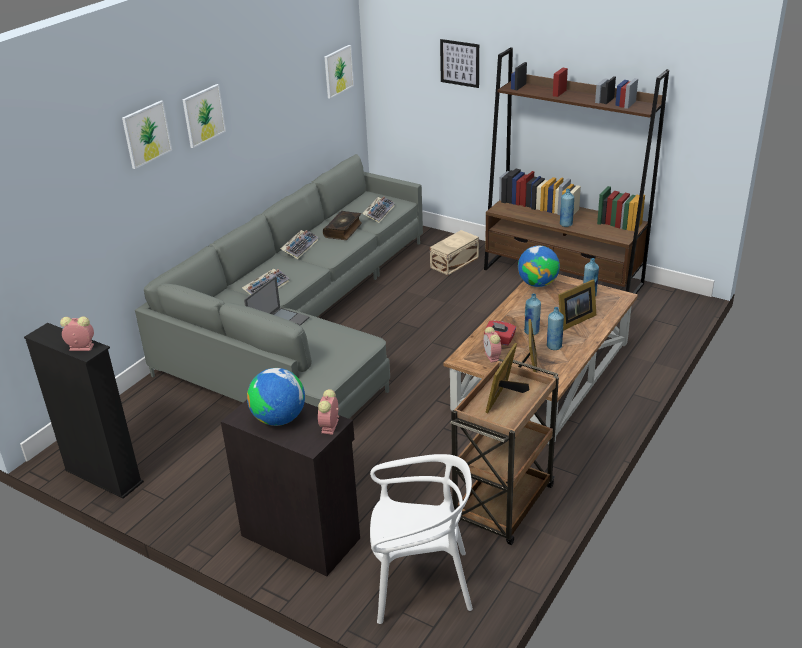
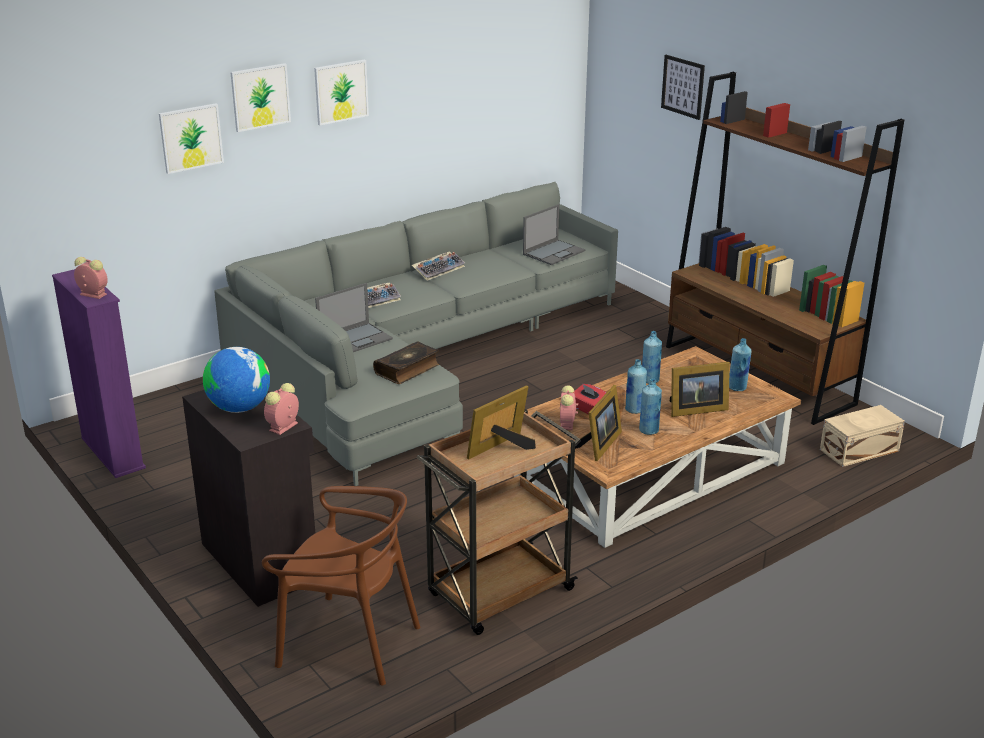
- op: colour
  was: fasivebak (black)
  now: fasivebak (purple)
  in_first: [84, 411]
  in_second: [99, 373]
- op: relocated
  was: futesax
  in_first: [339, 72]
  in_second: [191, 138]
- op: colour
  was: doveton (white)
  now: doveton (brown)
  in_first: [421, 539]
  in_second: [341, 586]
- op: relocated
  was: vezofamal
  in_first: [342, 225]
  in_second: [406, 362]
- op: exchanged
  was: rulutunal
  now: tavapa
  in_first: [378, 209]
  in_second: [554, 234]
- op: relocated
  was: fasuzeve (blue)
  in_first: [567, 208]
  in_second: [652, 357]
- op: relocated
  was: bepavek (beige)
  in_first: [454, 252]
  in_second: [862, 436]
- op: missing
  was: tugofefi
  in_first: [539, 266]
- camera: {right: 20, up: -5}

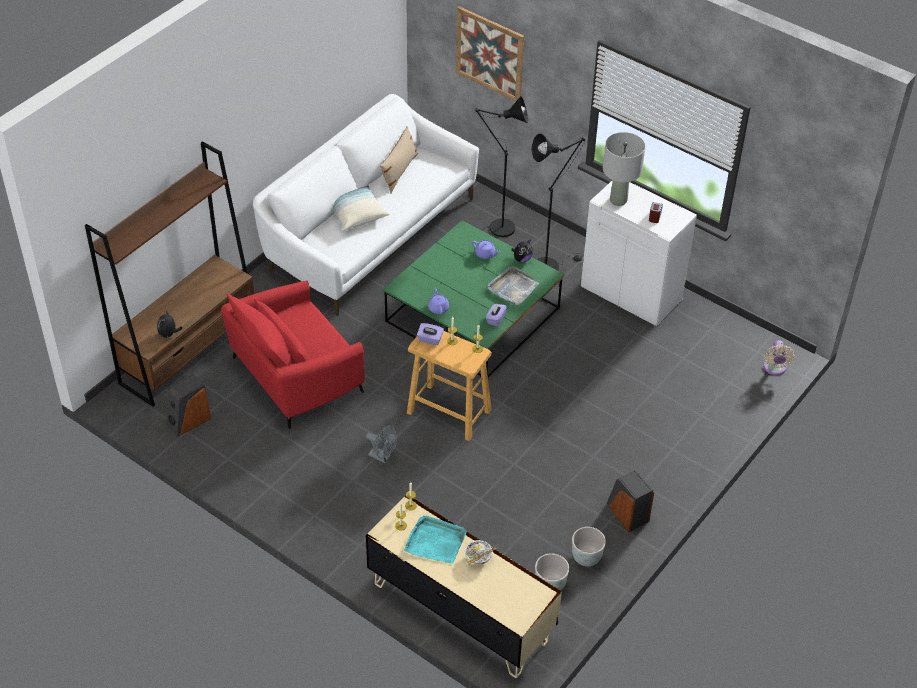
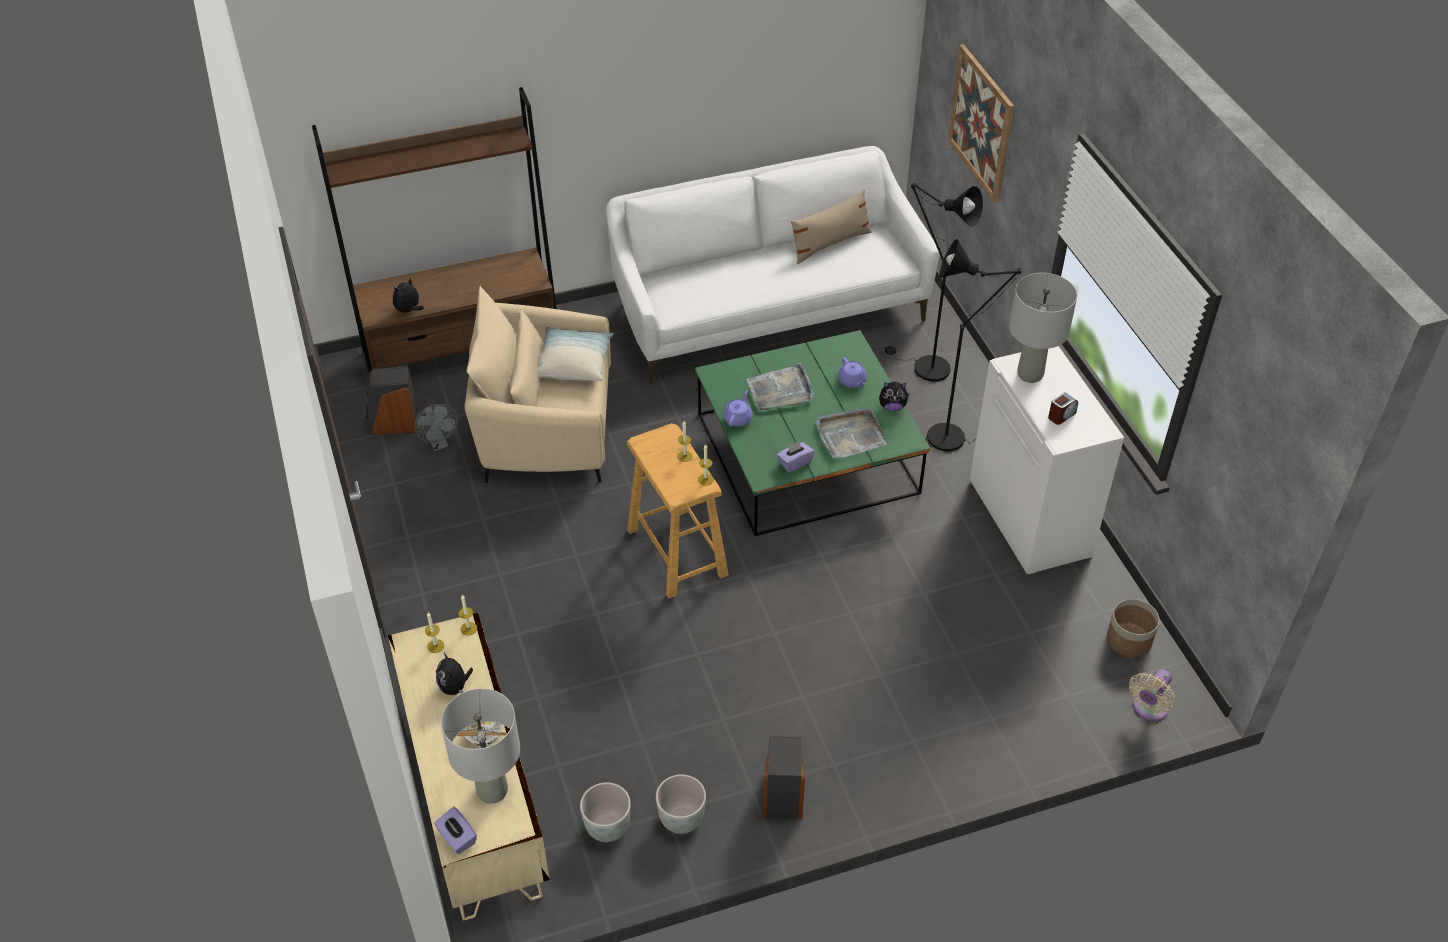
- op: relocated
  was: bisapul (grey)
  in_first: [381, 444]
  in_second: [436, 427]
- op: relocated
  was: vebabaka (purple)
  in_first: [430, 334]
  in_second: [455, 831]
- op: exchanged
  was: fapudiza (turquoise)
  now: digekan
  in_first: [435, 539]
  in_second: [454, 674]
- op: appeared
  now: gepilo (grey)
  in_second: [480, 746]
- op: colour
  was: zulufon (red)
  now: zulufon (beige)
  in_first: [293, 355]
  in_second: [538, 385]
- op: relocated
  was: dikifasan
  in_first: [361, 208]
  in_second: [575, 354]
- op: appeared
  now: fapudiza (grey)
  in_second: [780, 386]
- op: appeared
  now: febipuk
  in_second: [1133, 628]
- camera: {right: 35, up: 0}

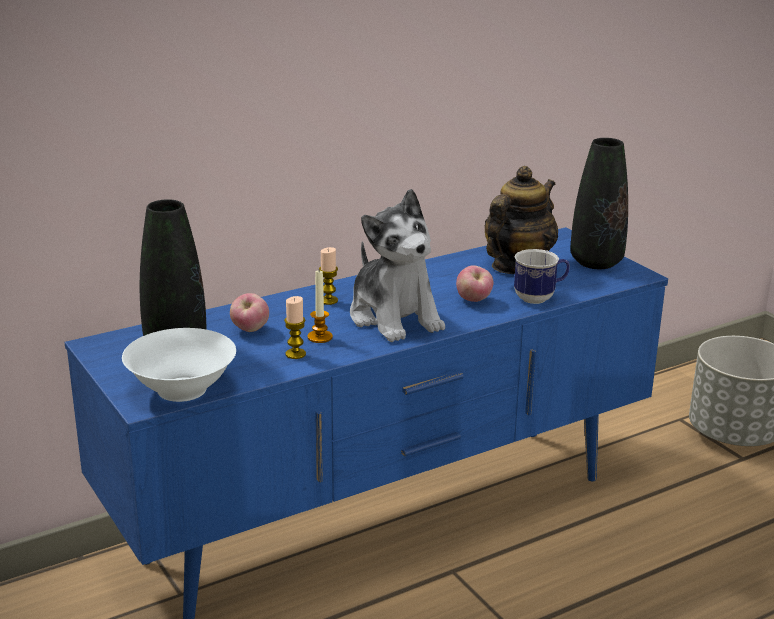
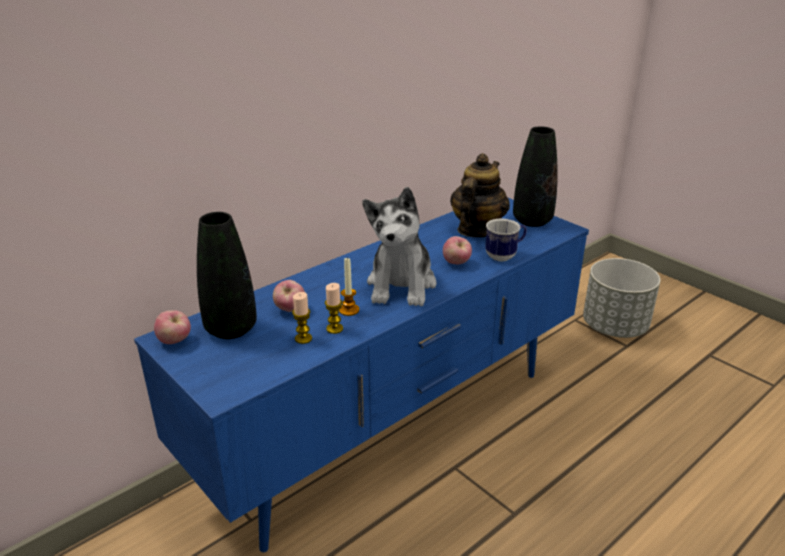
- op: appeared
  now: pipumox
  in_second: [172, 327]
- op: relocated
  was: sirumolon
  in_first: [328, 276]
  in_second: [302, 318]
- op: spun
  was: digekan
  in_first: [397, 265]
  in_second: [400, 246]
  clockwise: 45
- op: missing
  was: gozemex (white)
  in_first: [179, 365]
- camera: {right: -10, up: 5}

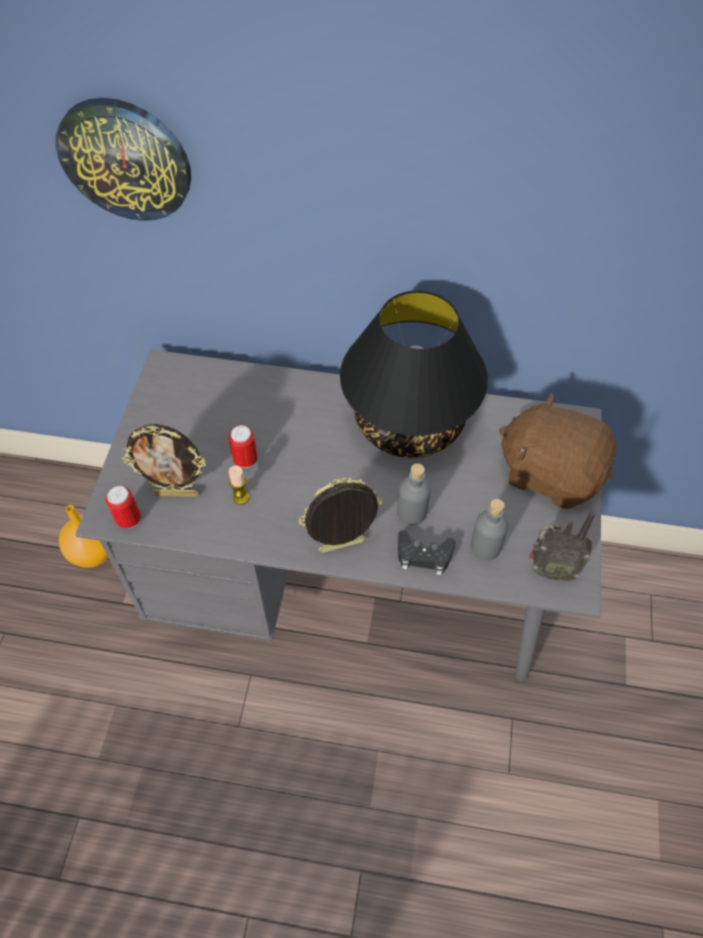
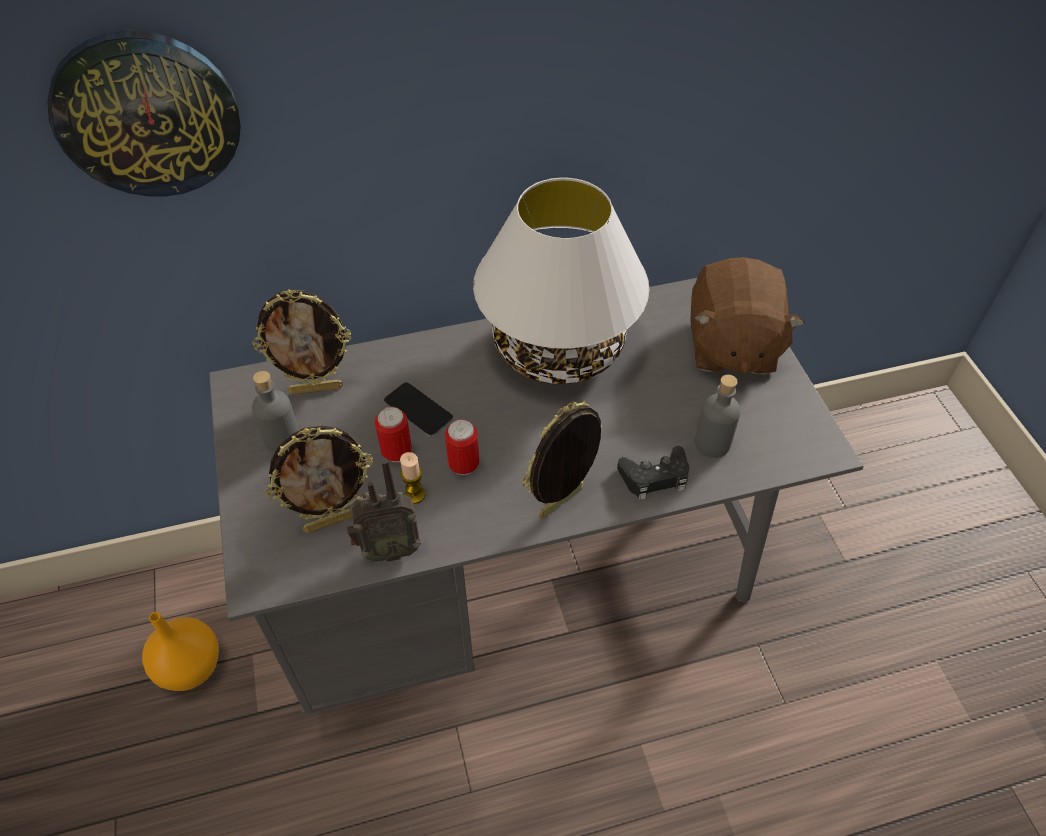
- op: appeared
  now: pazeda
  in_second: [301, 342]
- op: relocated
  was: fasuzeve (grey)
  in_first: [414, 494]
  in_second: [275, 412]
- op: relocated
  was: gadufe
  in_first: [562, 546]
  in_second: [384, 510]
- op: appeared
  now: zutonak
  in_second: [418, 409]
- op: relocated
  was: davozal
  in_first: [123, 507]
  in_second: [462, 447]
- op: colour
  was: gepilo (black)
  now: gepilo (white)
  in_first: [414, 374]
  in_second: [561, 281]
- op: spun
  was: digekan (brown)
  in_first: [557, 451]
  in_second: [747, 315]
  clockwise: -90
- camera: {right: -25, up: -5}

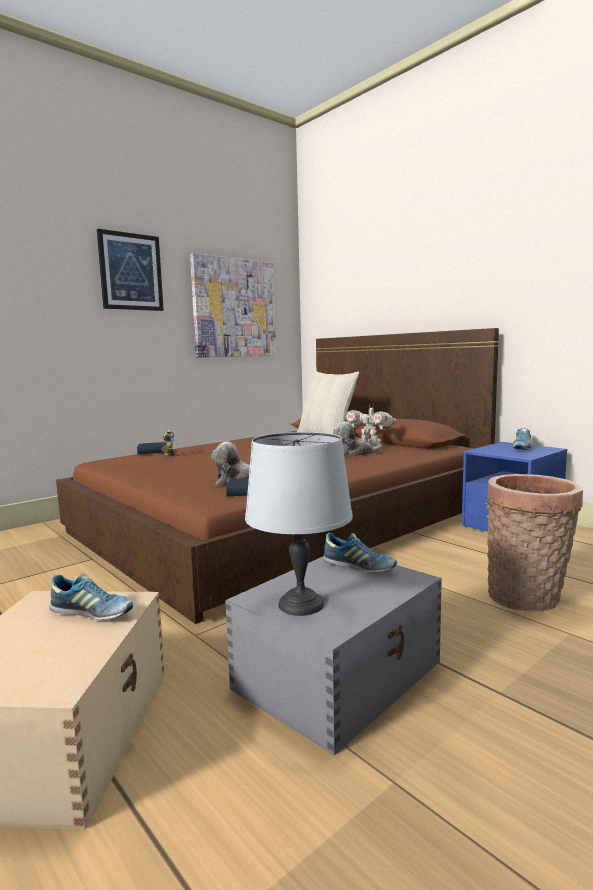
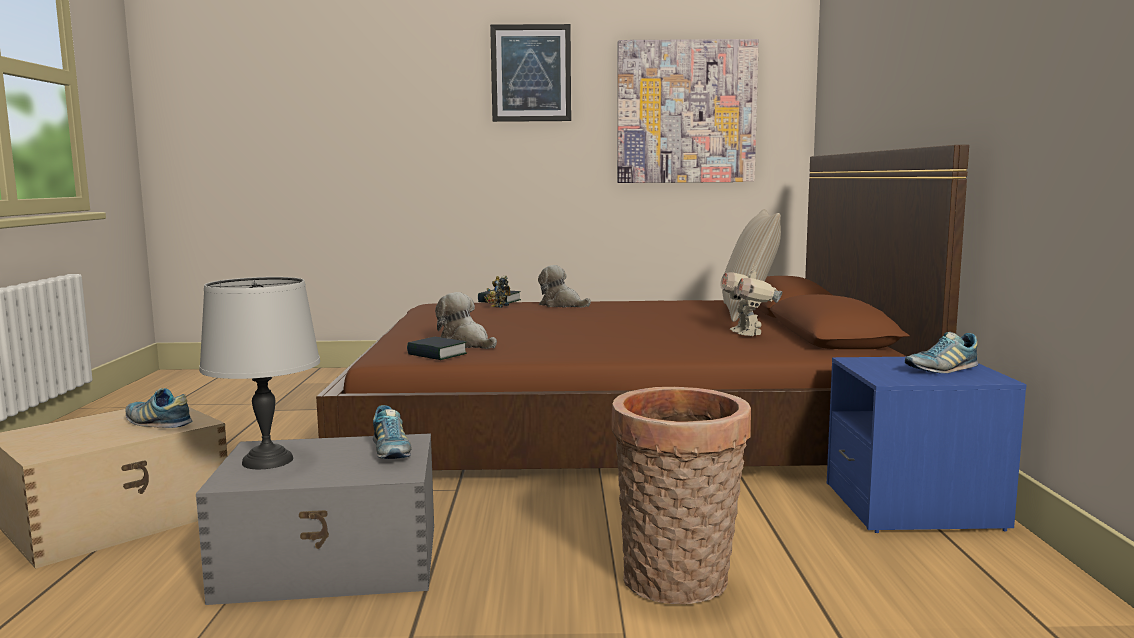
- op: spun
  was: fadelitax
  in_first: [91, 596]
  in_second: [159, 408]
  clockwise: 150
- op: relocated
  was: digekan
  in_first: [358, 438]
  in_second: [564, 286]
- camera: {right: 40, up: 0}

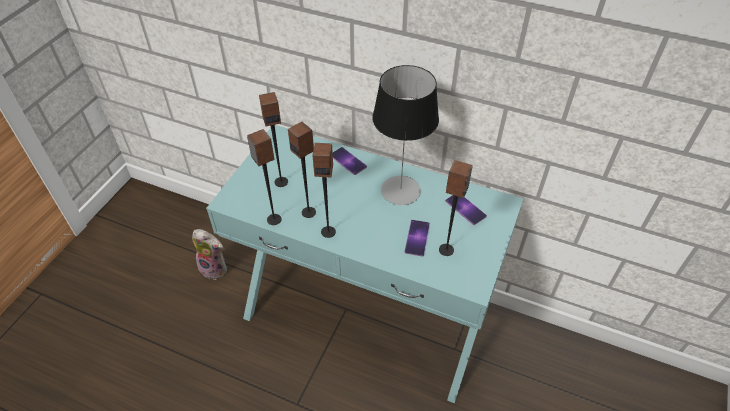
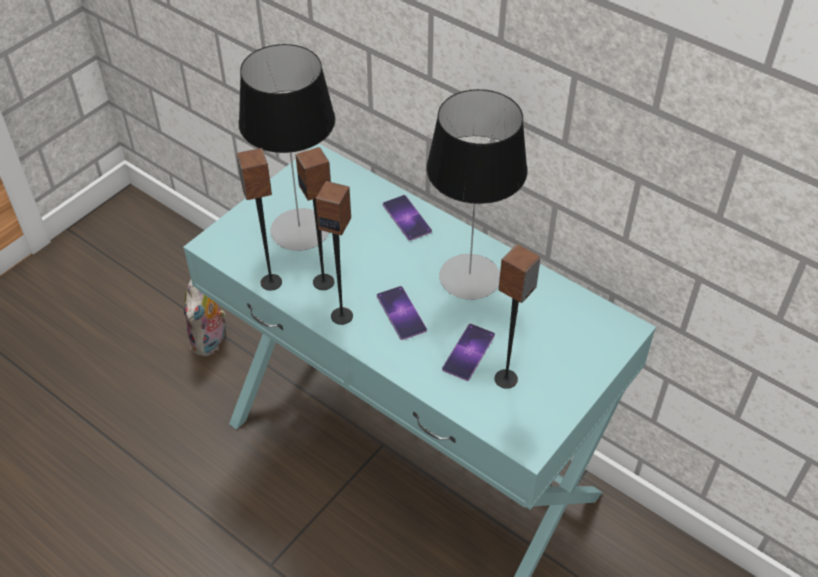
- op: spun
  was: digekan
  in_first: [209, 254]
  in_second: [205, 318]
  clockwise: 60
- op: exchanged
  was: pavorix
  now: gepilo
  in_first: [273, 139]
  in_second: [287, 147]
- op: relocated
  was: zutonak
  in_first: [466, 210]
  in_second: [402, 313]
- camera: {right: 15, up: 0}

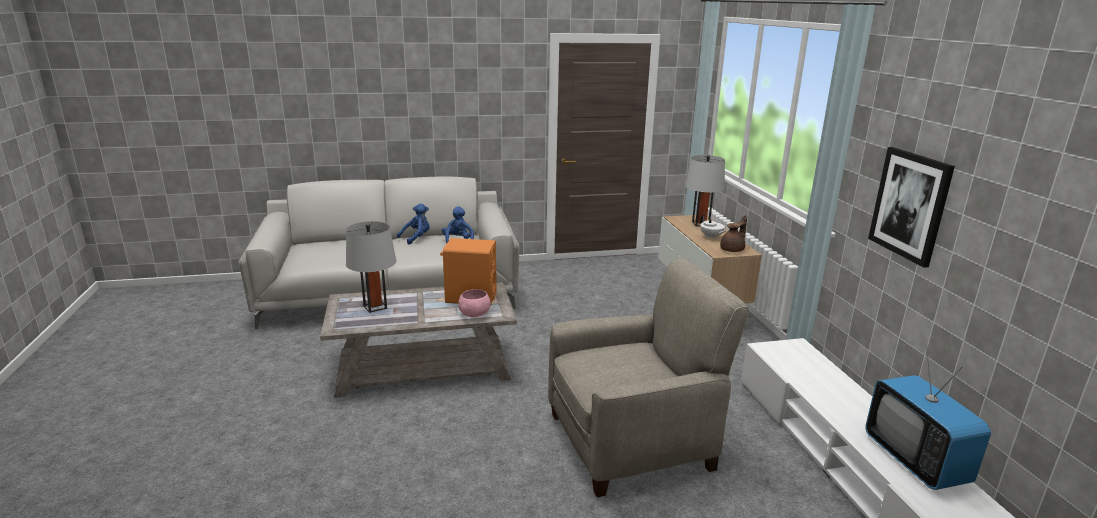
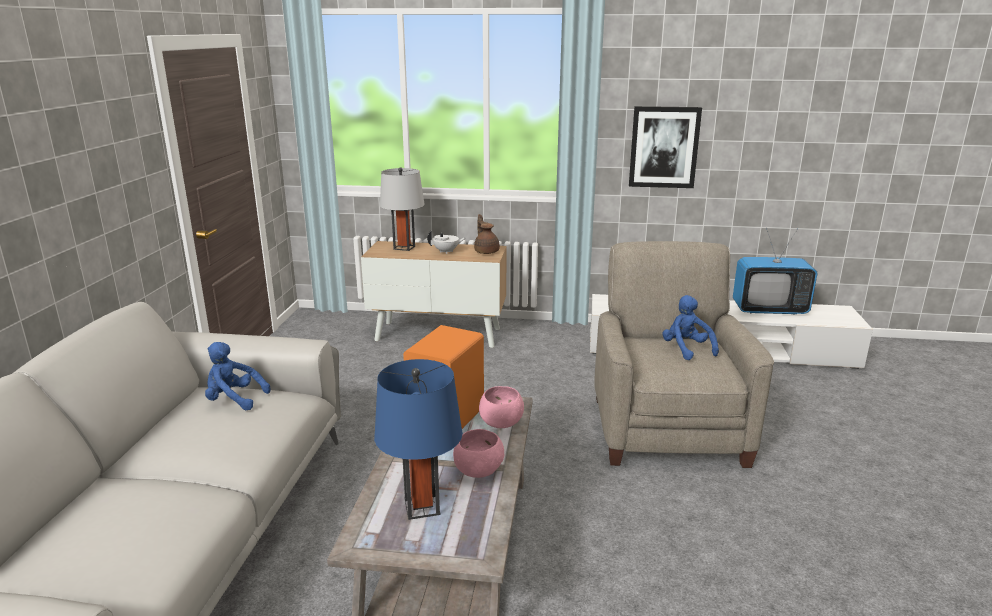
- op: colour
  was: gepilo (grey)
  now: gepilo (blue)
  in_first: [371, 267]
  in_second: [418, 439]
- op: appeared
  now: gozemex (pink)
  in_second: [478, 453]
- op: relocated
  was: digekan (blue)
  in_first: [413, 223]
  in_second: [690, 327]
- camera: {right: -70, up: 0}

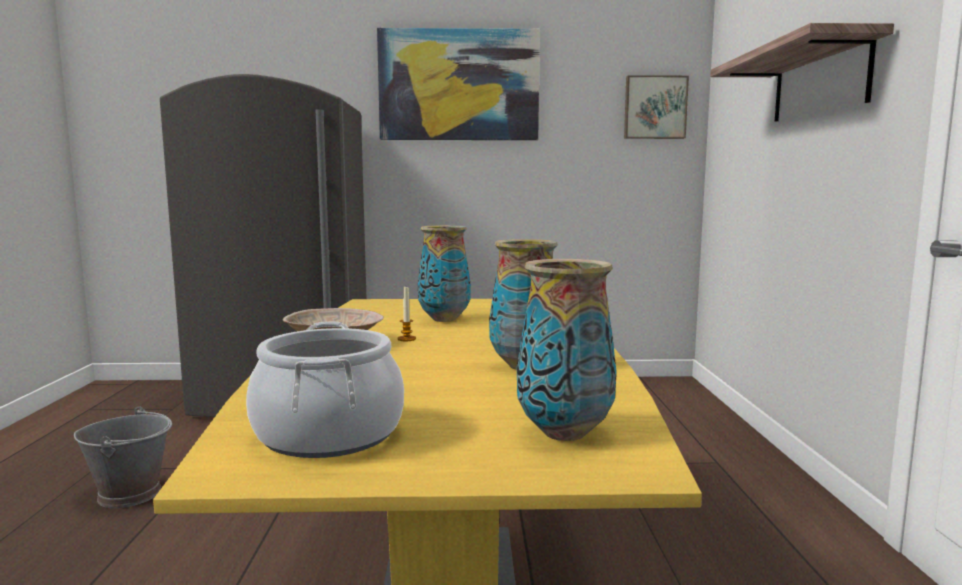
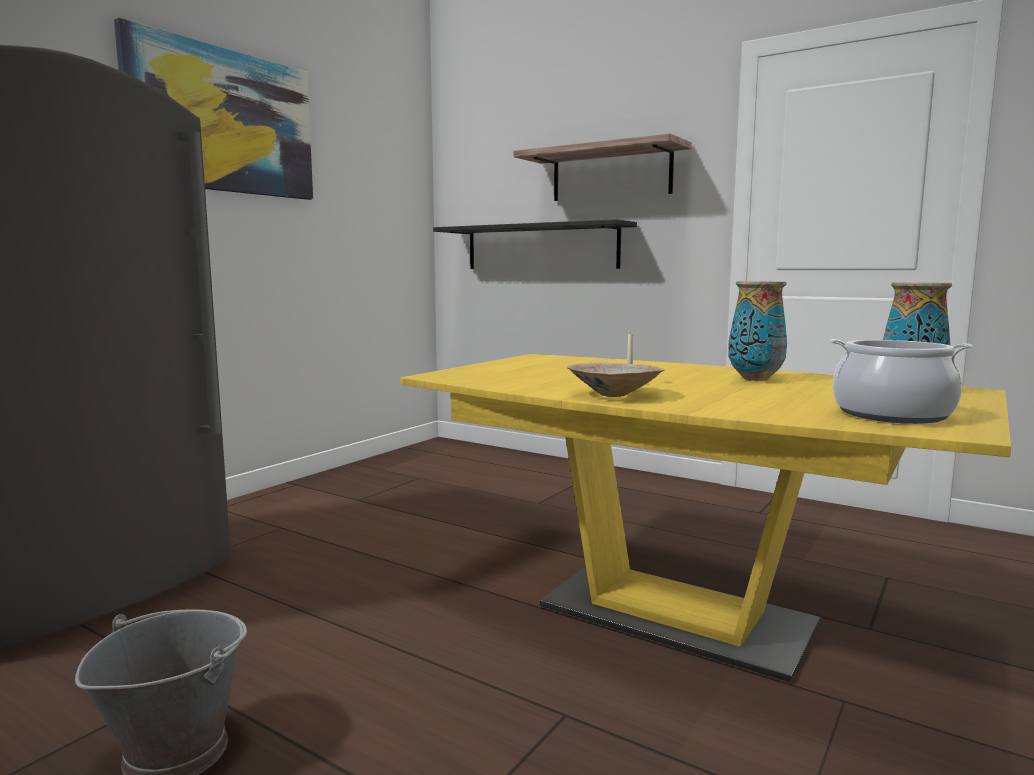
- op: appeared
  now: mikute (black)
  in_second: [535, 244]
- op: missing
  was: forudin
  in_first: [444, 273]
- op: missing
  was: futesax
  in_first: [656, 107]
- camera: {right: -55, up: 0}

